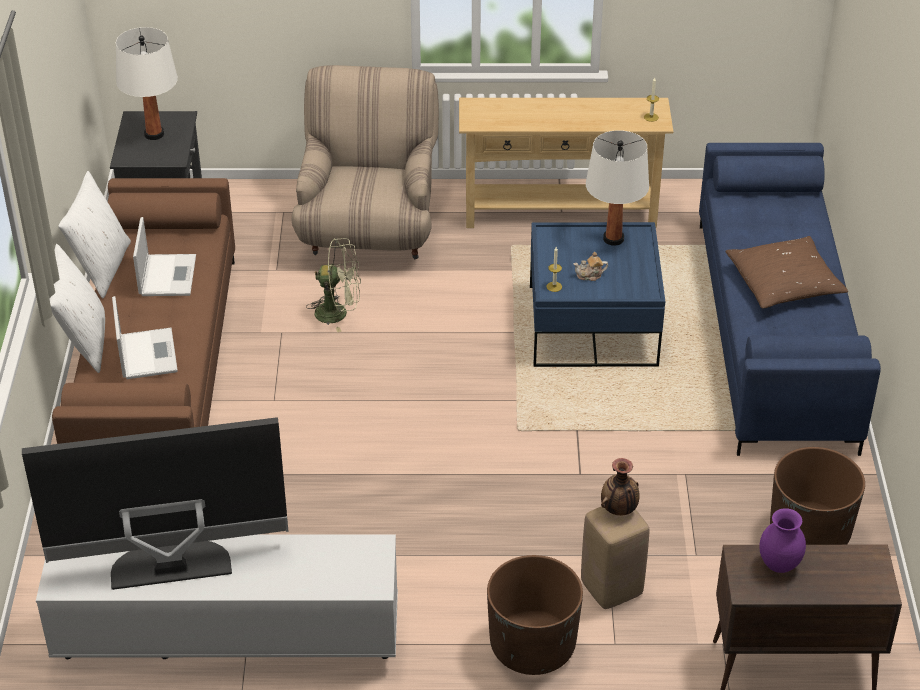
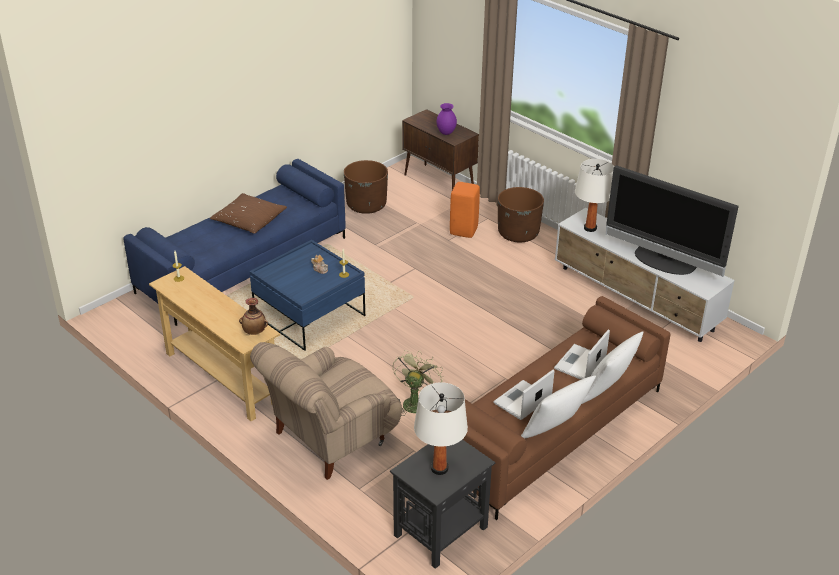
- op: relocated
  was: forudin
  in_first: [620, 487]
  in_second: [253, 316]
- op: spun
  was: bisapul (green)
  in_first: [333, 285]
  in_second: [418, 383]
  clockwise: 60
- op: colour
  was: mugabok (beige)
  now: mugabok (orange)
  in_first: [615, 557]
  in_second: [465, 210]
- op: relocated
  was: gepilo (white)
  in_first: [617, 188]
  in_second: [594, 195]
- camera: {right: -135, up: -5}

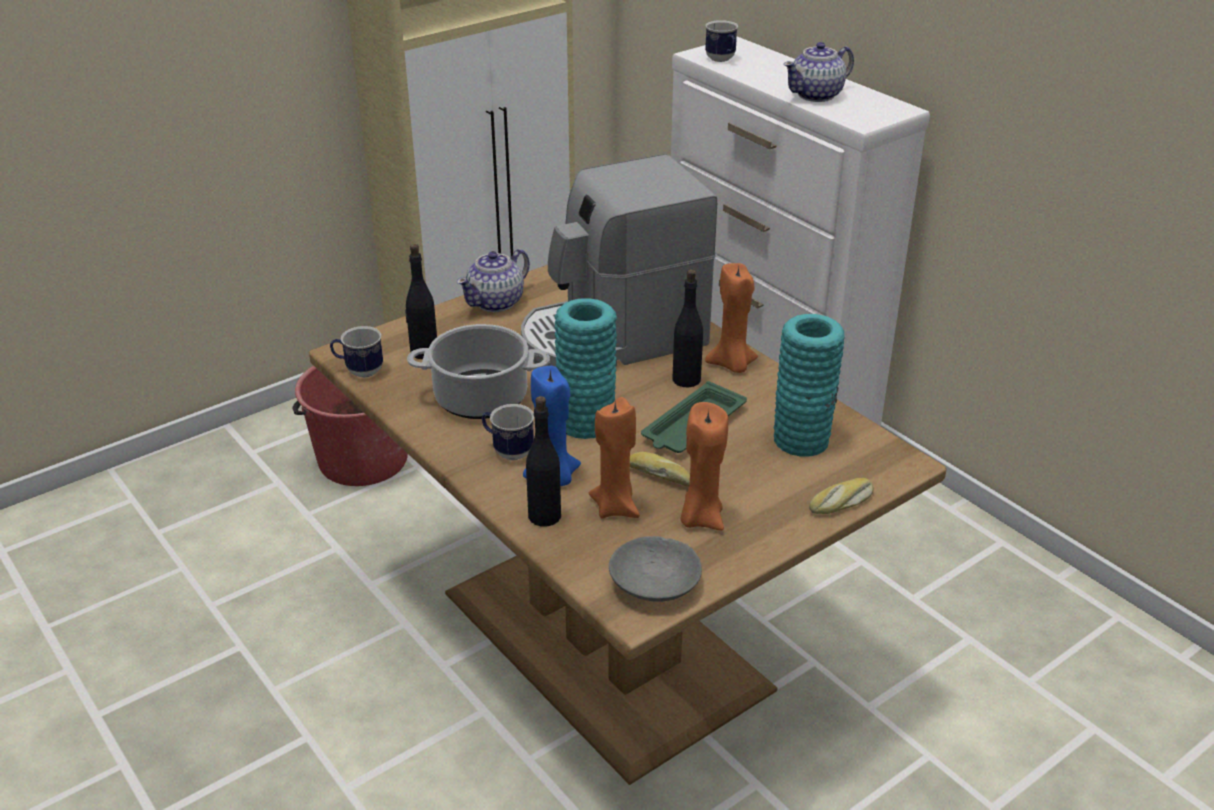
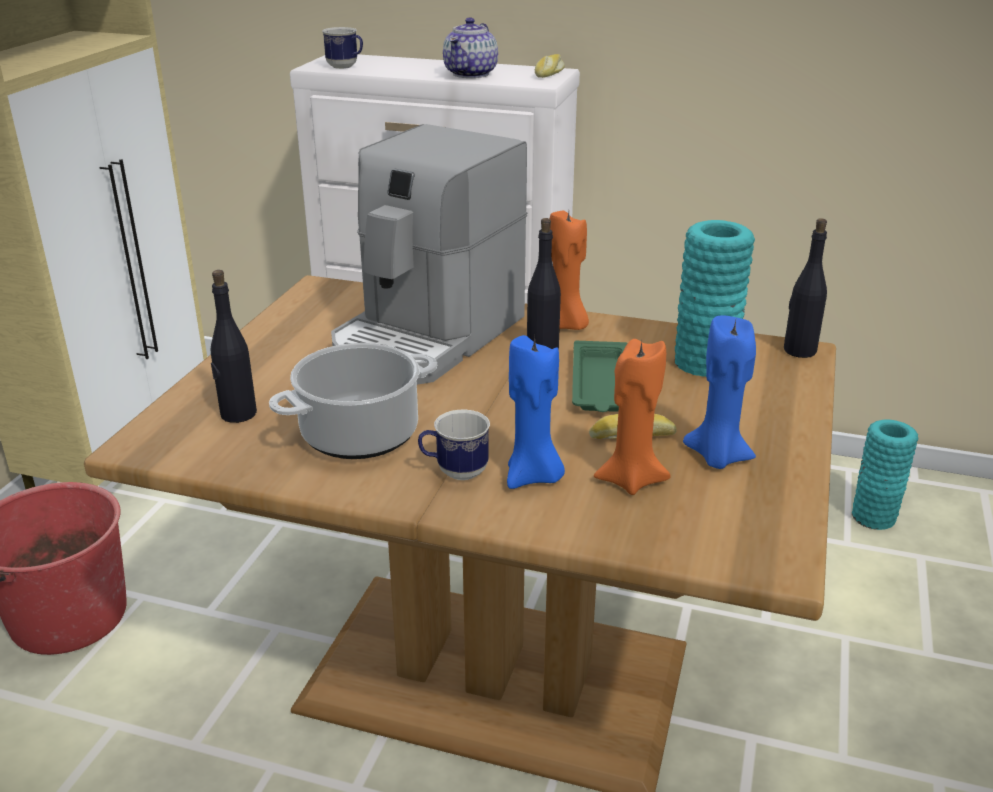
- op: relocated
  was: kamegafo
  in_first: [841, 496]
  in_second: [550, 66]
- op: colour
  was: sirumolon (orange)
  now: sirumolon (blue)
  in_first: [704, 466]
  in_second: [719, 392]
- op: relocated
  was: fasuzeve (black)
  in_first: [543, 461]
  in_second: [805, 288]
- op: relocated
  was: forudin (turquoise)
  in_first: [586, 368]
  in_second: [885, 475]
- op: missing
  was: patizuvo
  in_first: [356, 351]
- op: missing
  was: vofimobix
  in_first: [493, 280]
- op: missing
  was: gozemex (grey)
  in_first: [655, 569]
- camera: {right: -35, up: -5}

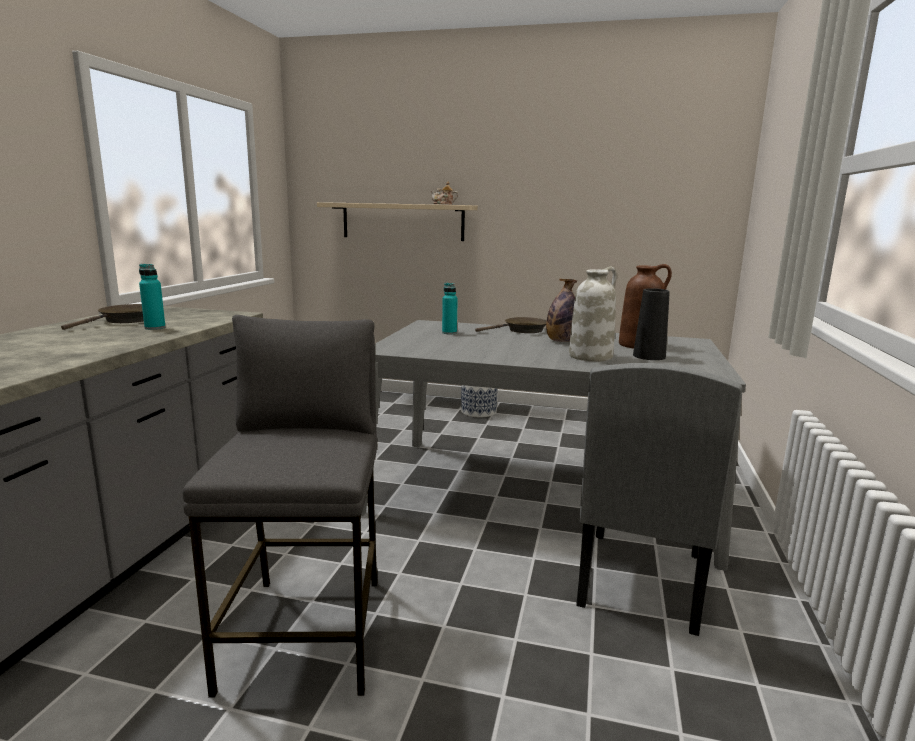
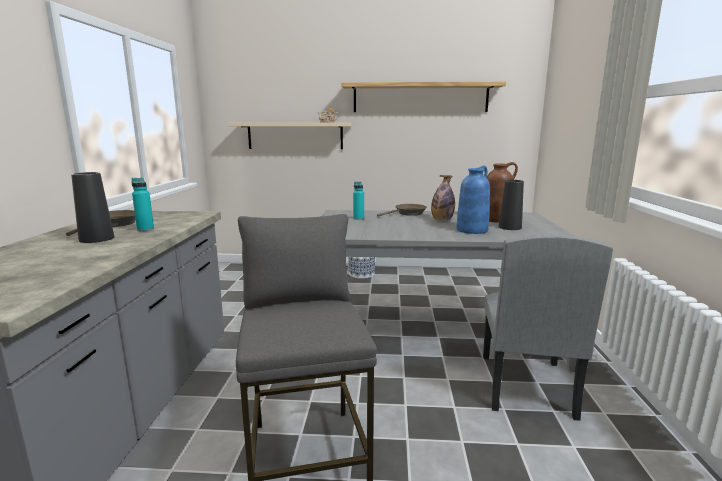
- op: appeared
  now: forudin (black)
  in_second: [92, 207]
- op: appeared
  now: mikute
  in_second: [423, 96]
- op: colour
  was: forudin (white)
  now: forudin (blue)
  in_first: [593, 314]
  in_second: [473, 199]
- camera: {right: -10, up: 0}

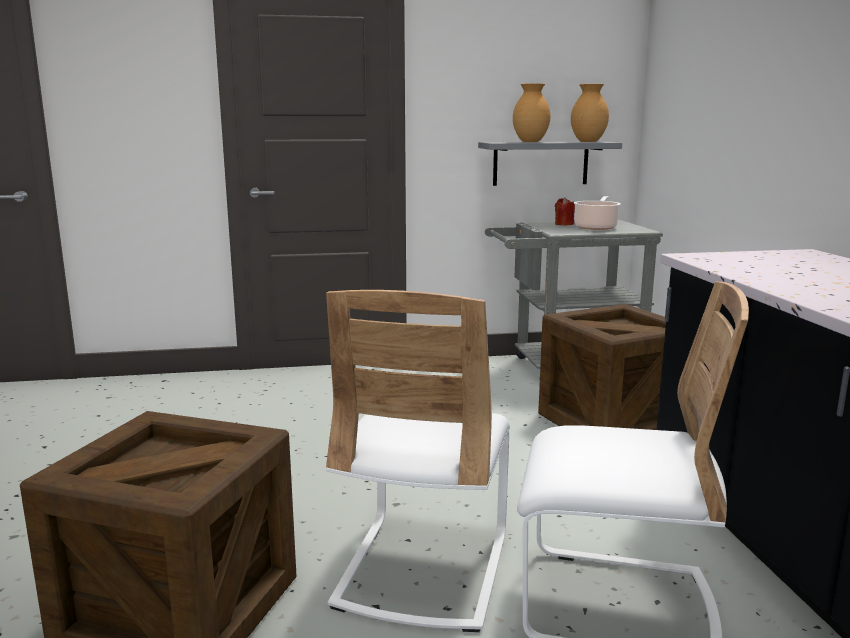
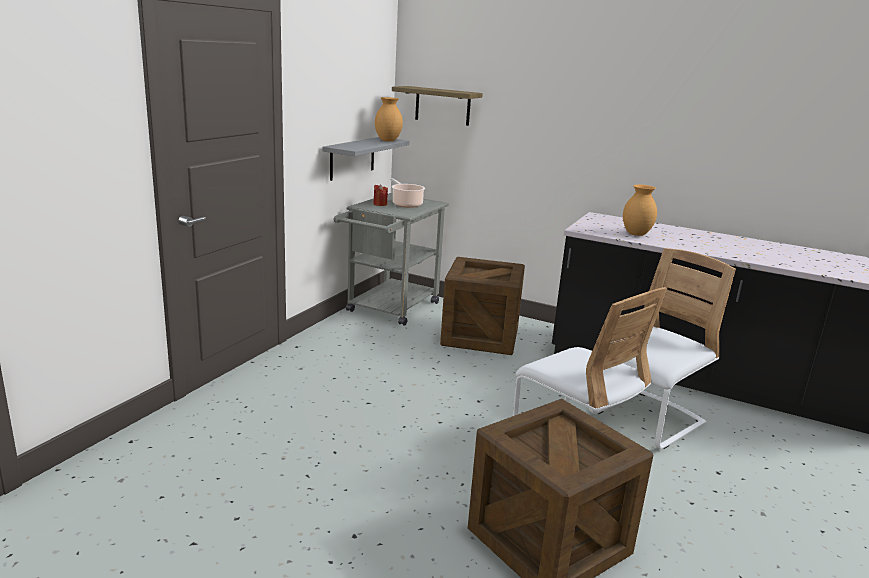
- op: appeared
  now: mikute
  in_second: [437, 106]
- op: relocated
  was: forudin (brown)
  in_first: [531, 112]
  in_second: [640, 210]
- camera: {right: -55, up: 5}

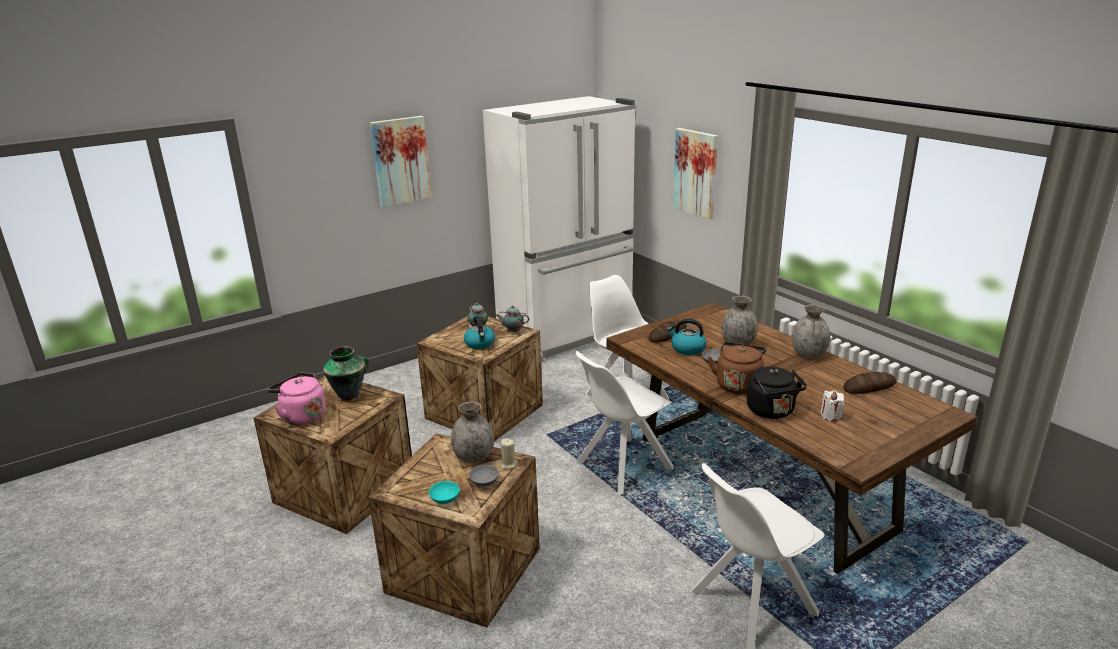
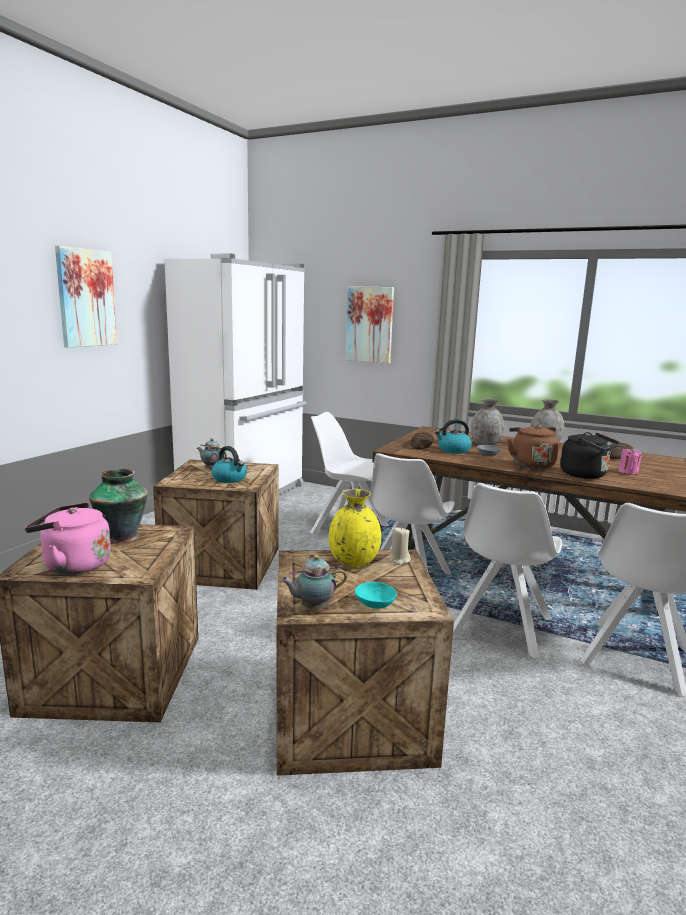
- op: relocated
  was: vofimobix
  in_first: [512, 318]
  in_second: [314, 582]
- op: colour
  was: forudin (grey)
  now: forudin (yellow)
  in_first: [472, 433]
  in_second: [355, 528]
- op: appeared
  now: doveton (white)
  in_second: [507, 571]
- op: colour
  was: sirumolon (white)
  now: sirumolon (pink)
  in_first: [832, 405]
  in_second: [630, 461]
- op: missing
  was: gozemex (grey)
  in_first: [484, 476]
- camera: {right: -30, up: -10}

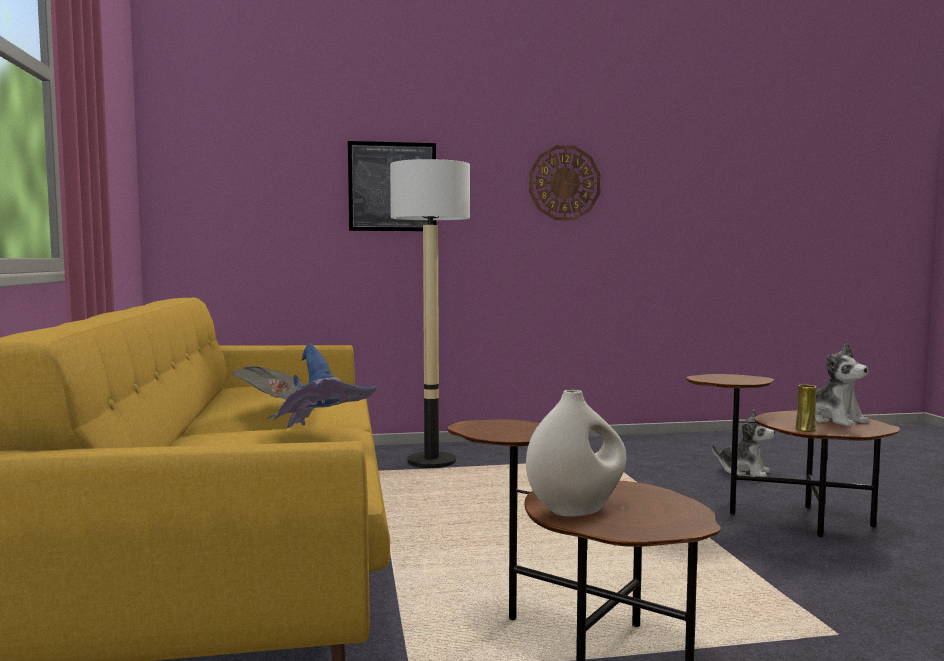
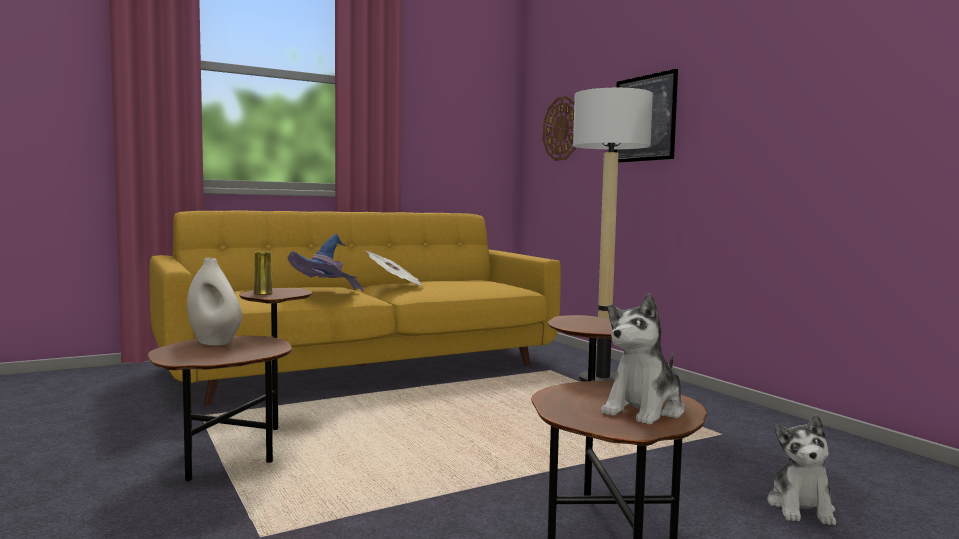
- op: relocated
  was: forudin (yellow)
  in_first: [805, 408]
  in_second: [263, 273]
- op: relocated
  was: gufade
  in_first: [565, 182]
  in_second: [559, 128]
- camera: {right: 70, up: 0}

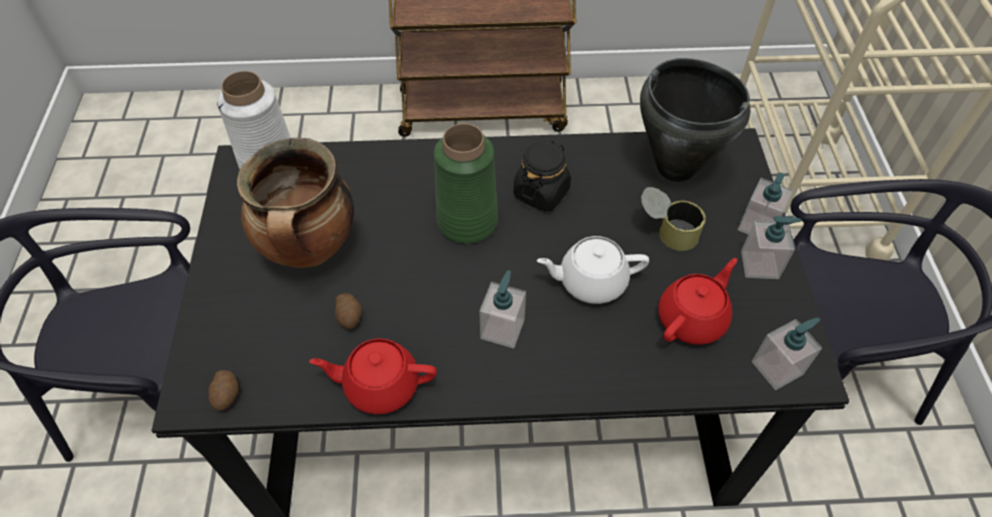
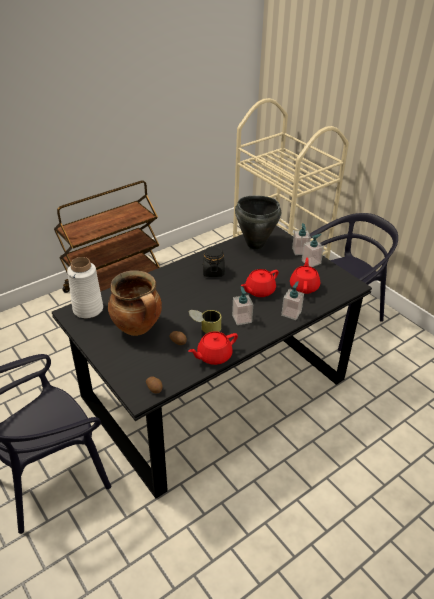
- op: relocated
  was: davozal
  in_first: [673, 219]
  in_second: [205, 322]
- op: colour
  was: vofimobix (white)
  now: vofimobix (red)
  in_first: [593, 270]
  in_second: [260, 283]
- op: relocated
  was: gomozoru
  in_first: [787, 353]
  in_second: [292, 300]
- op: missing
  was: forudin (green)
  in_first: [466, 183]
- camera: {right: -35, up: -15}

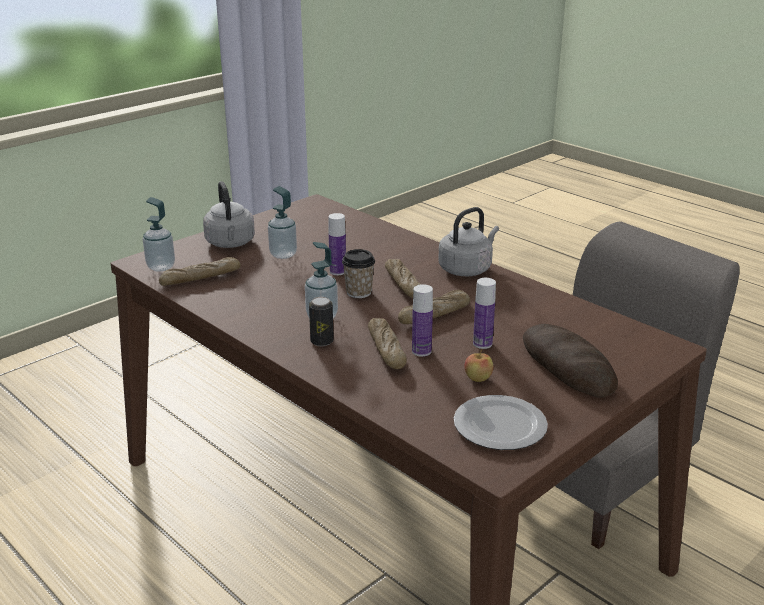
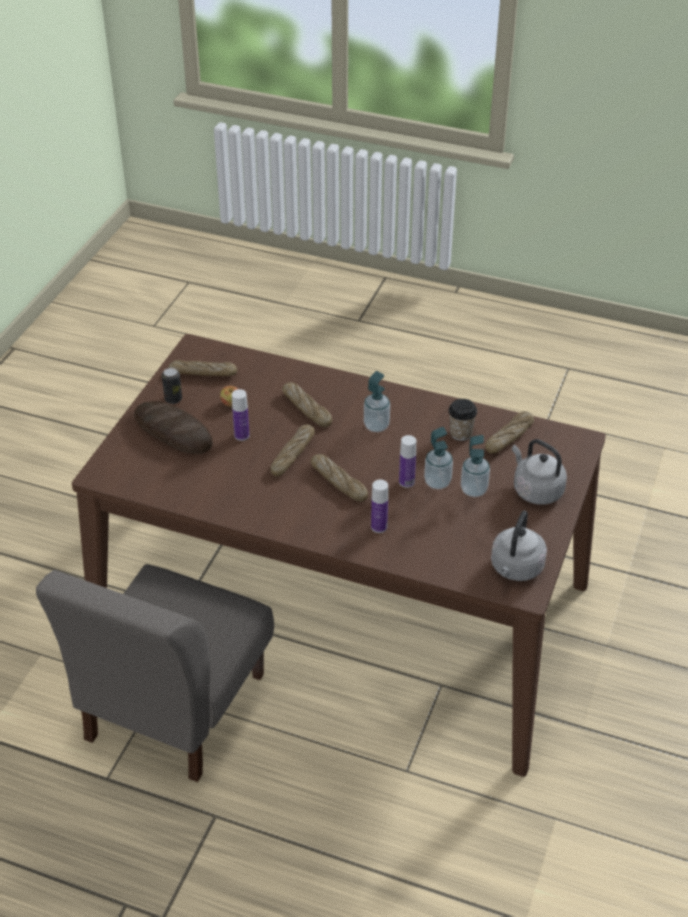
- op: relocated
  was: davozal
  in_first: [321, 321]
  in_second: [172, 385]
- op: exchanged
  was: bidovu
  now: kamegafo
  in_first: [501, 422]
  in_second: [202, 368]
- op: relocated
  was: fasuzeve
  in_first: [422, 320]
  in_second: [379, 506]
- op: relocated
  was: gomozoru
  in_first: [159, 234]
  in_second: [438, 458]
- op: relocated
  was: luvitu
  in_first: [358, 273]
  in_second: [462, 420]
- op: relocated
  was: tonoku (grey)
  in_first: [468, 241]
  in_second: [519, 545]
- camera: {right: 155, up: 15}

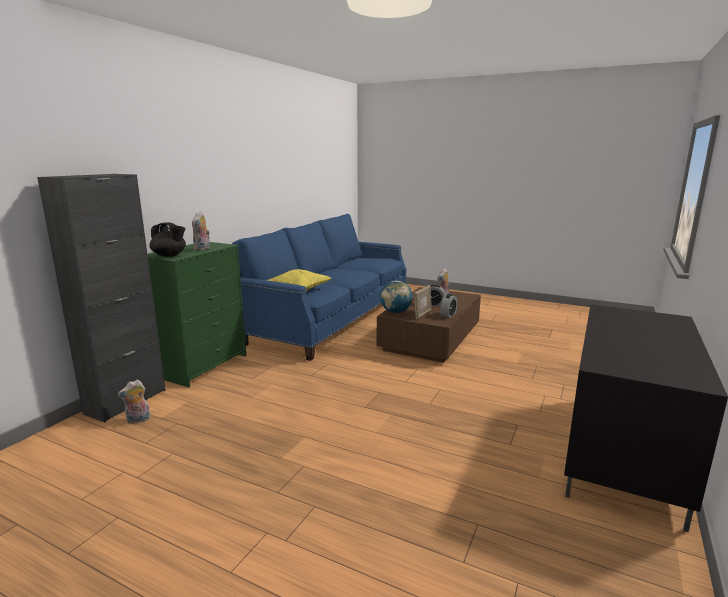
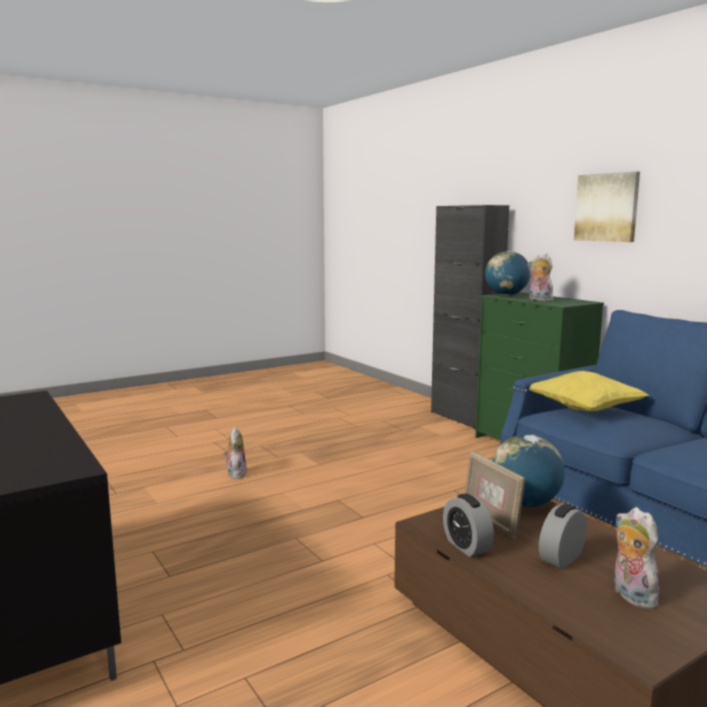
- op: relocated
  was: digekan
  in_first: [134, 402]
  in_second: [235, 453]
- op: exchanged
  was: vofimobix (black)
  now: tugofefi
  in_first: [167, 239]
  in_second: [507, 273]
- op: appeared
  now: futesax
  in_second: [607, 206]
- camera: {right: 120, up: -5}

